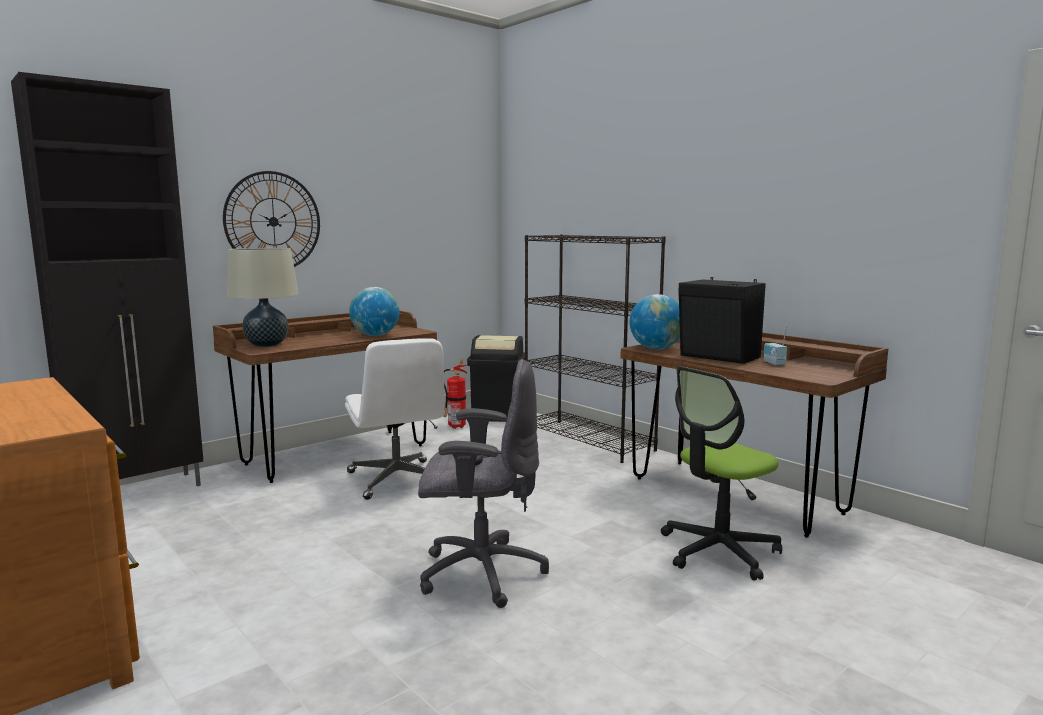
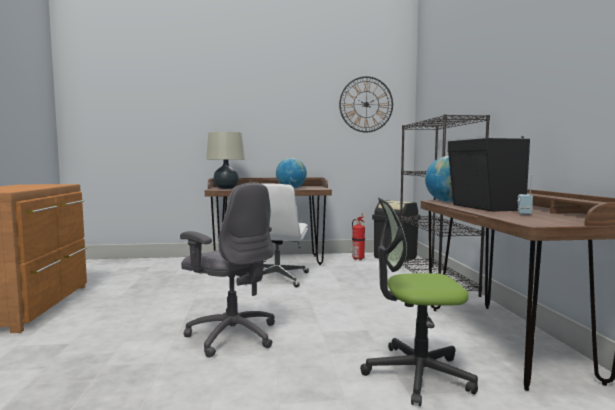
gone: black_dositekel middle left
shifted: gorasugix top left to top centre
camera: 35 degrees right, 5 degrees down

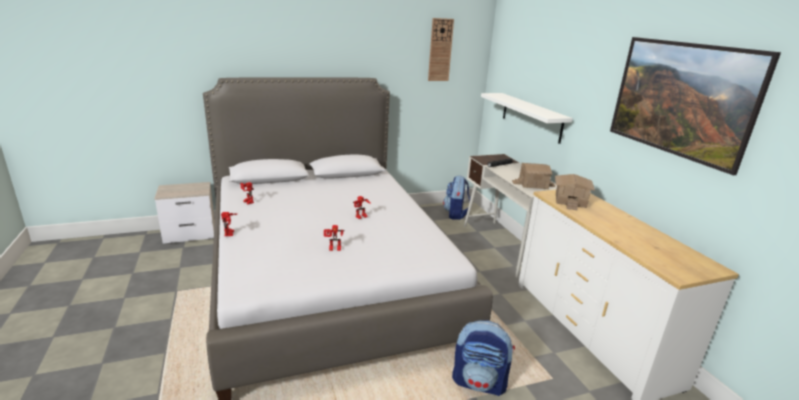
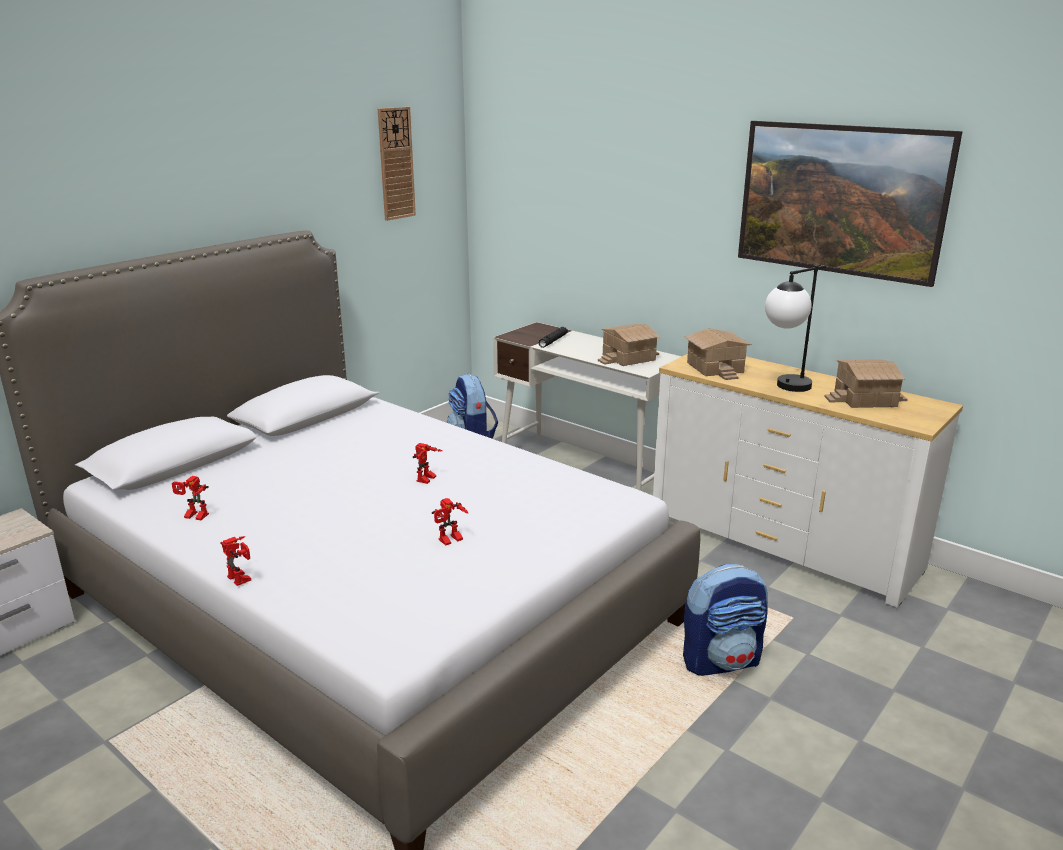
gone: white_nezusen top centre
new: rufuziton middle right; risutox (no. 3 from left) middle right
camera: 30 degrees left, 0 degrees up

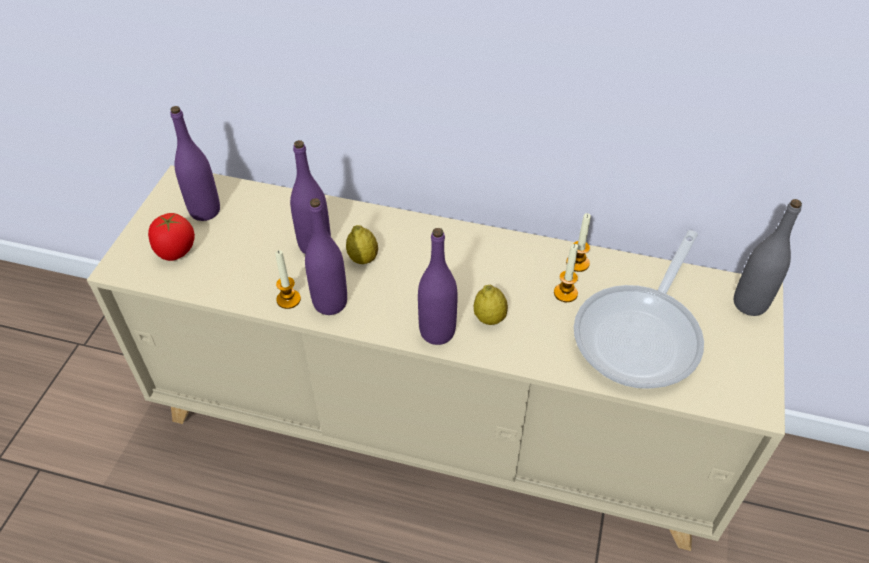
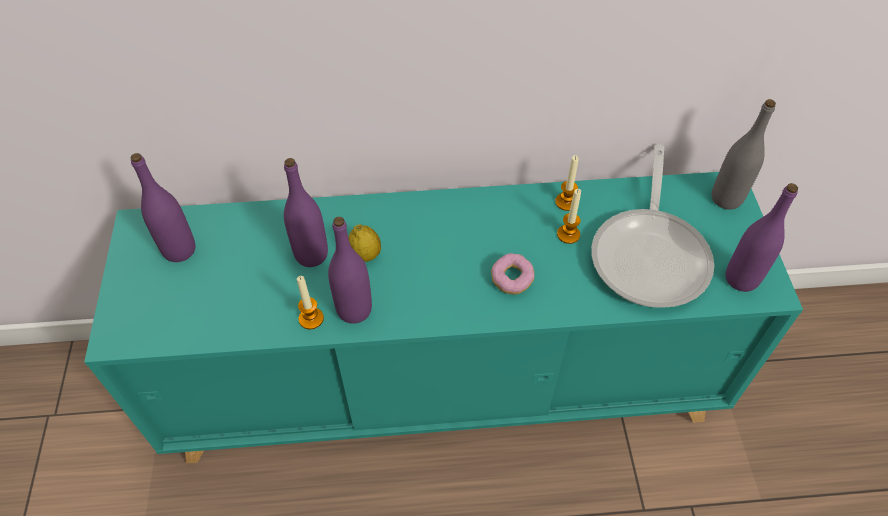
gone: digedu middle left
shifted: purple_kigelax (no. 4 from left) centre to middle right
swapped: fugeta (no. 2 from left) centre to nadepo centre
repainted: beige_dositekel centre to turquoise_dositekel centre
camera: 20 degrees left, 5 degrees up

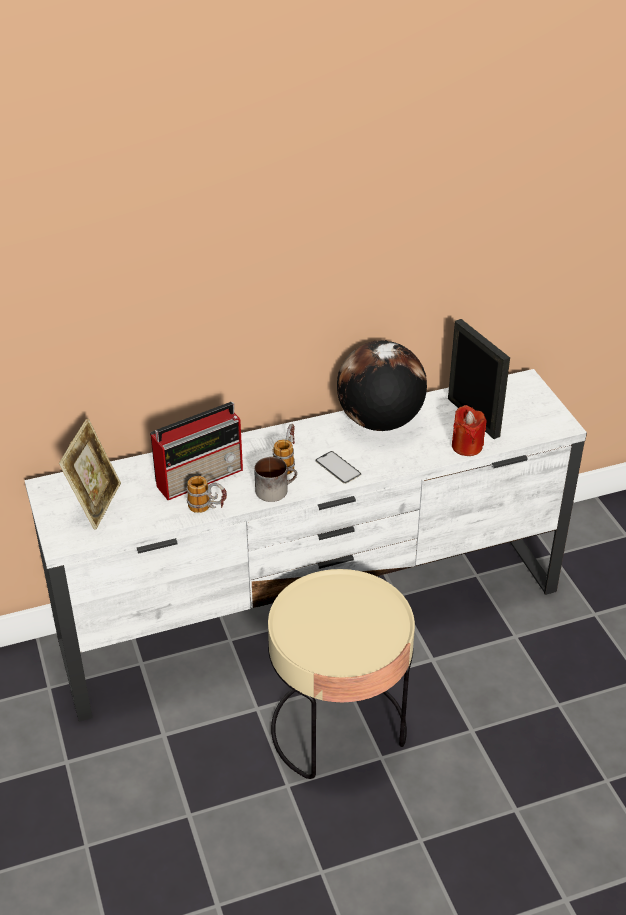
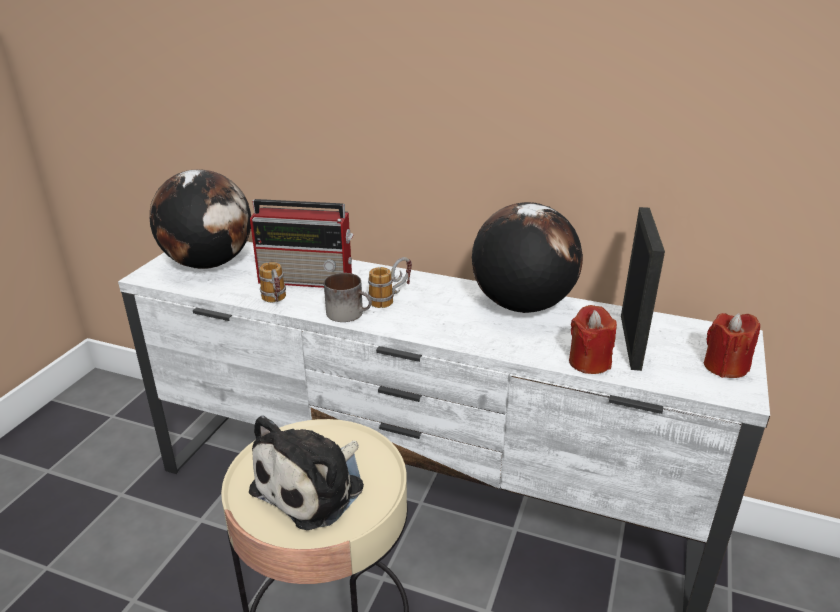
gone: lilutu centre
new: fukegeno bottom centre; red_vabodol (no. 2 from left) middle right
swapped: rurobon (no. 1 from left) middle left to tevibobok (no. 1 from left) middle left
camera: 40 degrees right, 10 degrees down

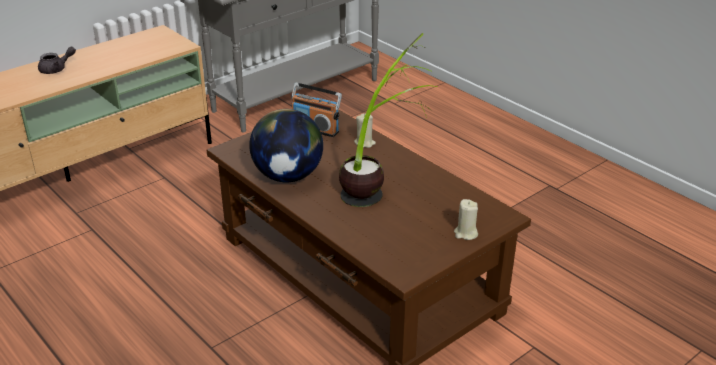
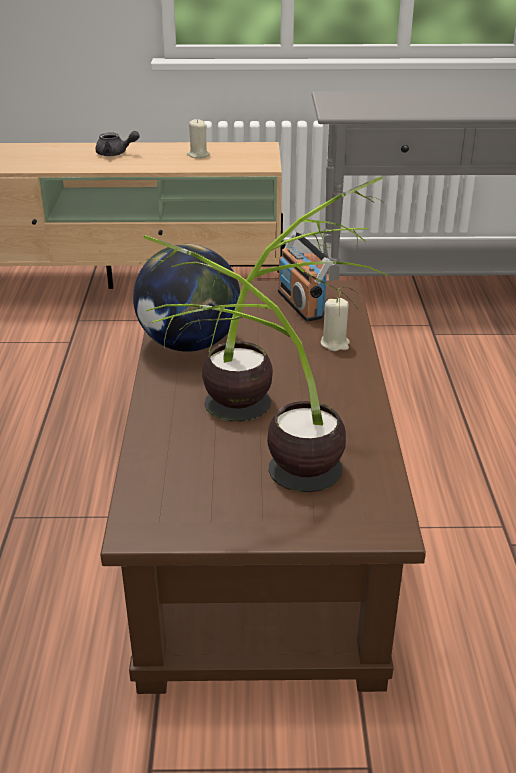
new: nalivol (no. 1 from left) centre
shifted: beige_vabodol (no. 2 from left in the first image) centre to beige_vabodol (no. 1 from left) top centre
camera: 40 degrees right, 0 degrees up

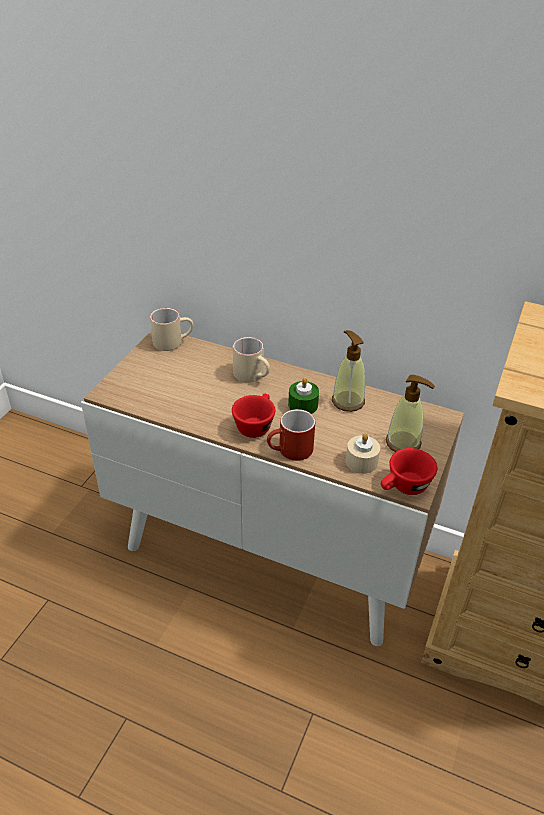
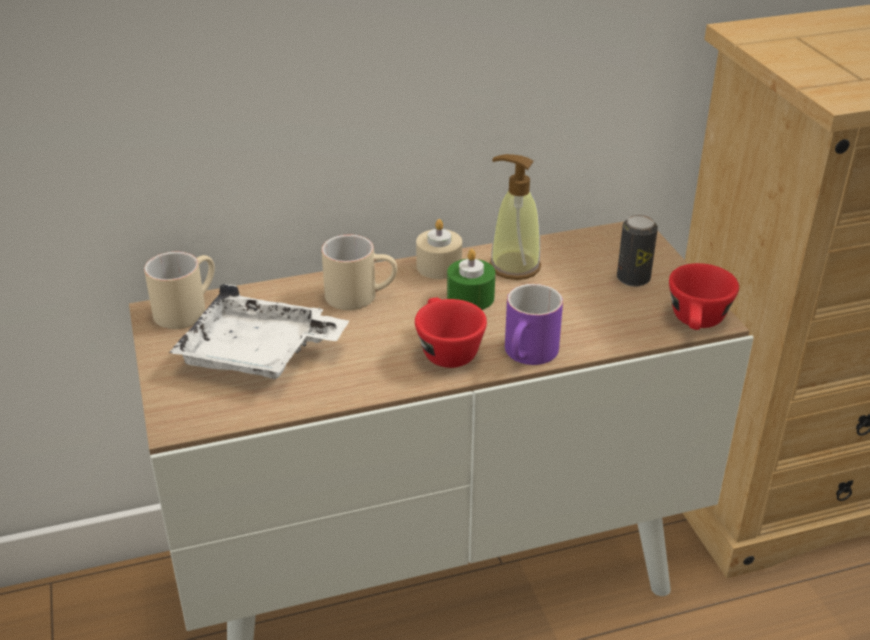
new: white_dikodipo middle left
shifted: beige_vabodol middle right to centre
swapped: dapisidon (no. 2 from left) middle right to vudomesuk middle right
repainted: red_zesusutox centre to purple_zesusutox centre
camera: 40 degrees left, 5 degrees down

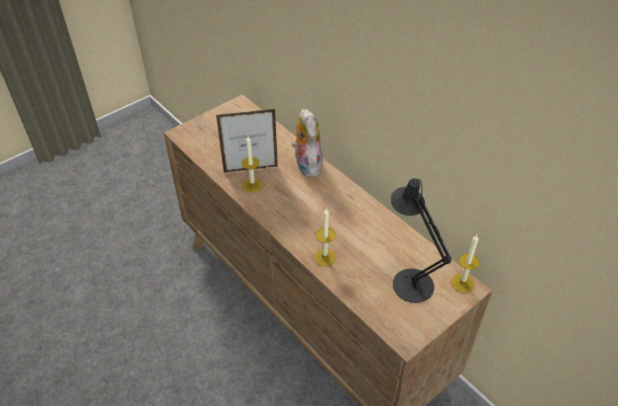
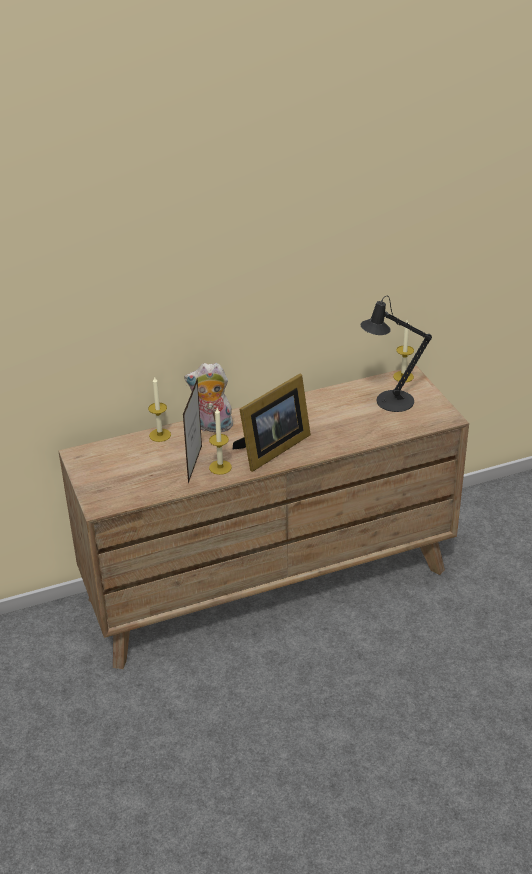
new: rurobon (no. 2 from left) centre
shifted: vabodol (no. 2 from left in the first image) centre to vabodol (no. 1 from left) middle left
camera: 70 degrees left, 10 degrees down

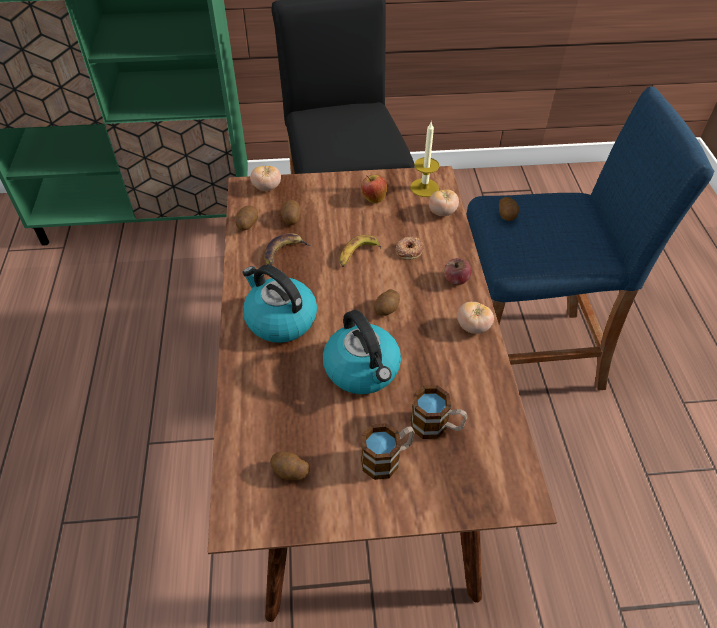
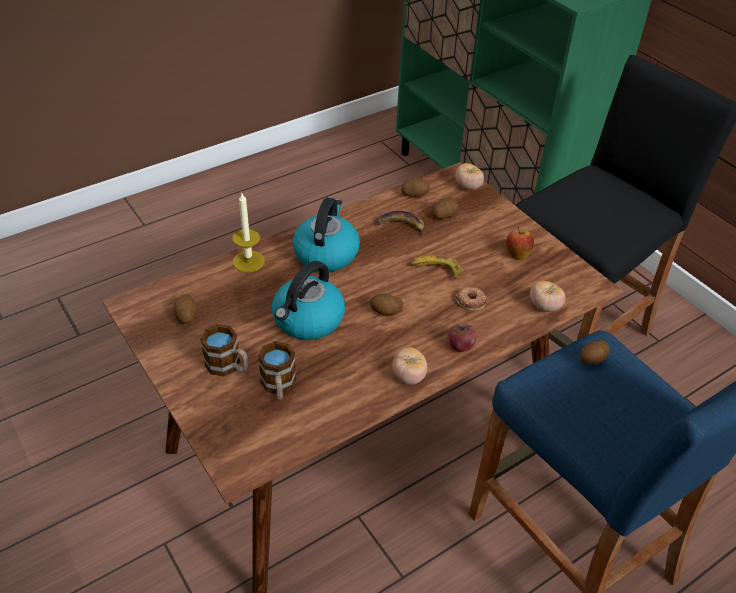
shifted: vabodol top centre to centre
camera: 60 degrees right, 5 degrees down

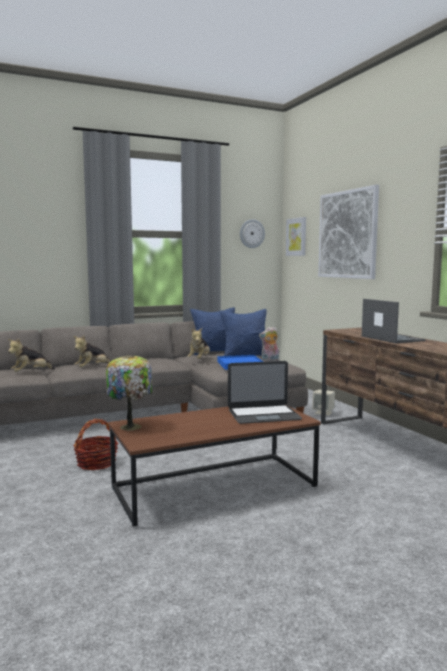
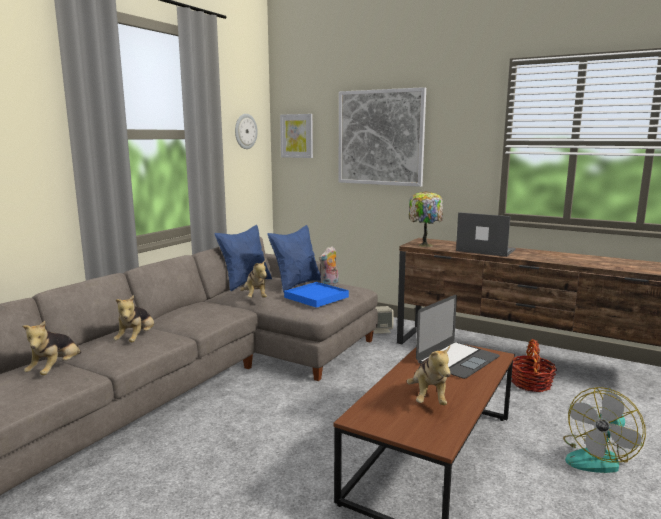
new: fukegeno (no. 5 from left) bottom centre; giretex bottom right
shifted: rufuziton middle left to centre; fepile middle left to bottom right
camera: 35 degrees left, 5 degrees up

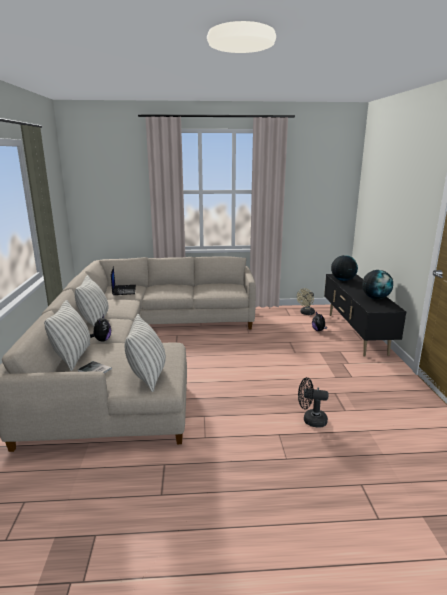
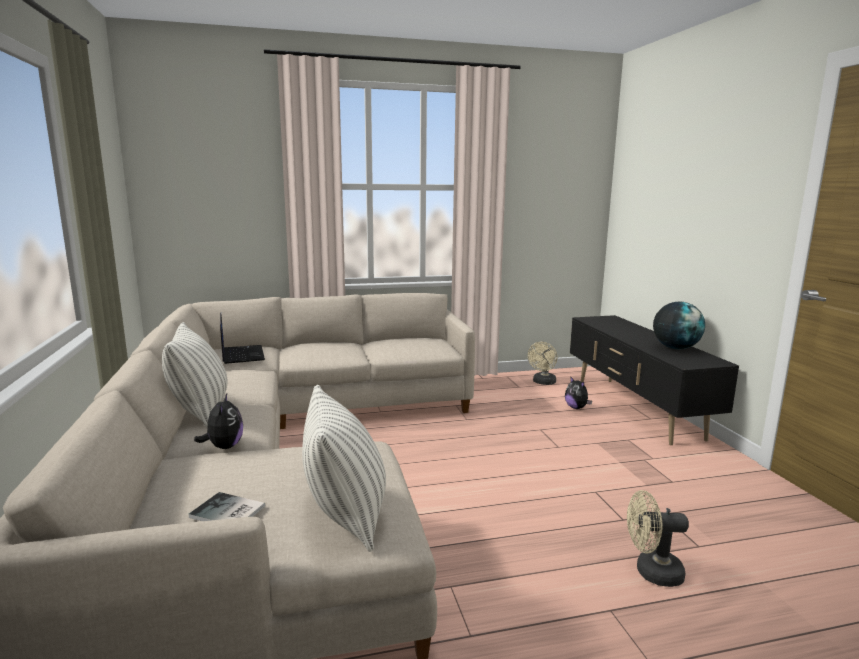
gone: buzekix (no. 1 from left) middle left; tevibobok (no. 1 from left) middle right
repainted: black_giretex bottom right to beige_giretex (no. 2 from left) bottom right
camera: 10 degrees left, 5 degrees down

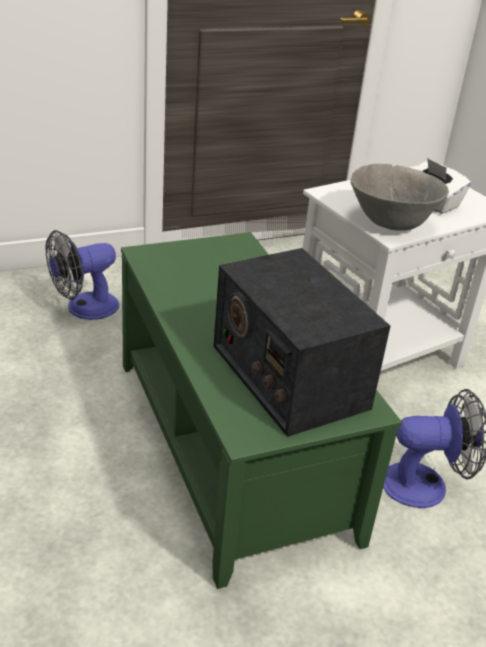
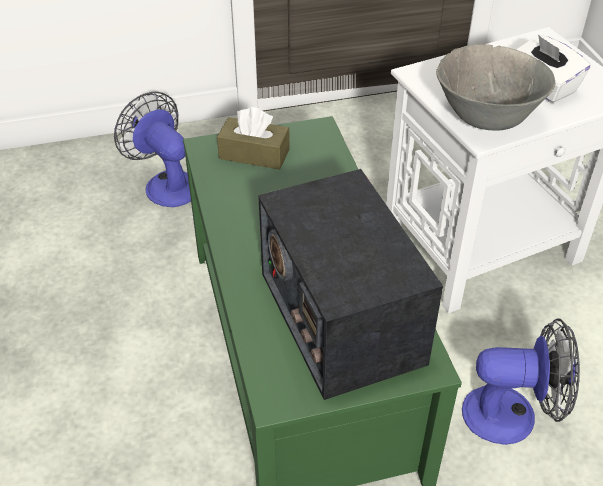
new: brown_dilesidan top centre
rotated: giretex (no. 1 from left) middle left = top left 75 degrees clockwise
camera: 10 degrees right, 10 degrees up

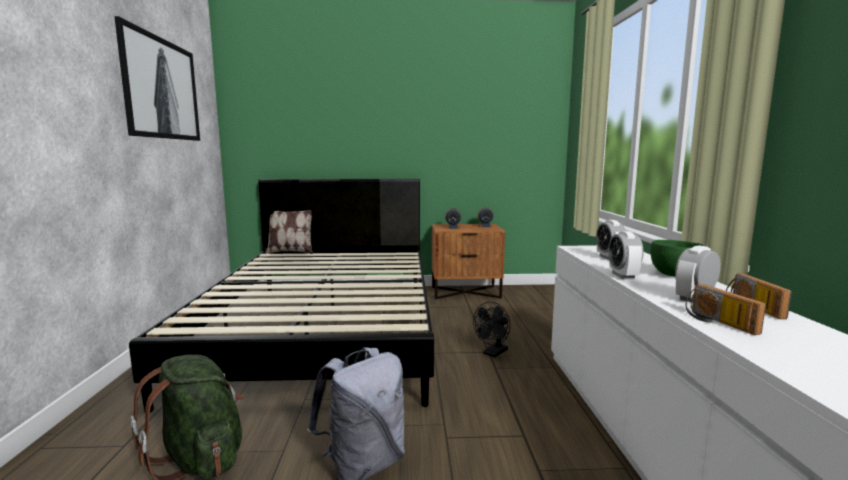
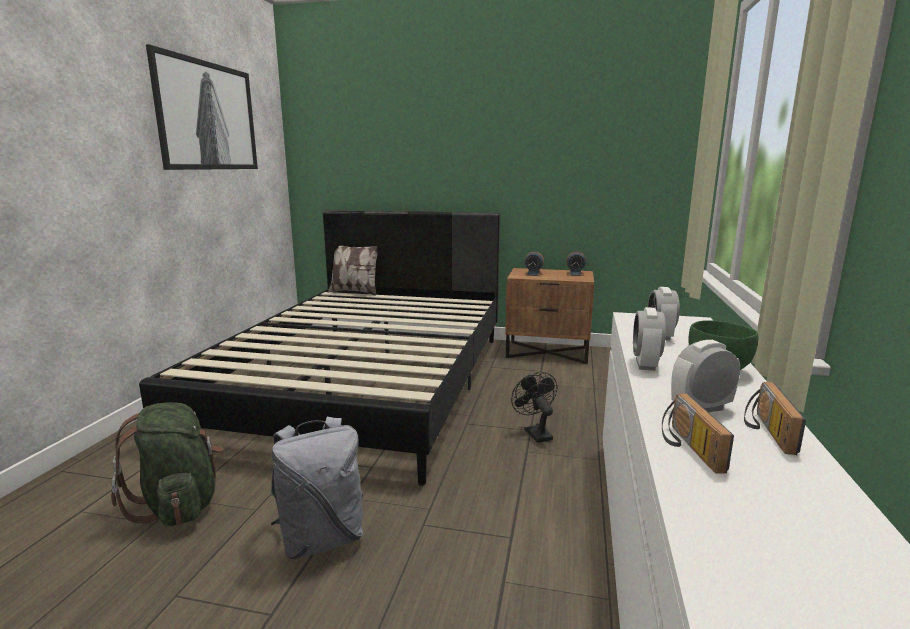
rotated: black_giretex bottom centre = centre 105 degrees clockwise
camera: 15 degrees right, 5 degrees up

